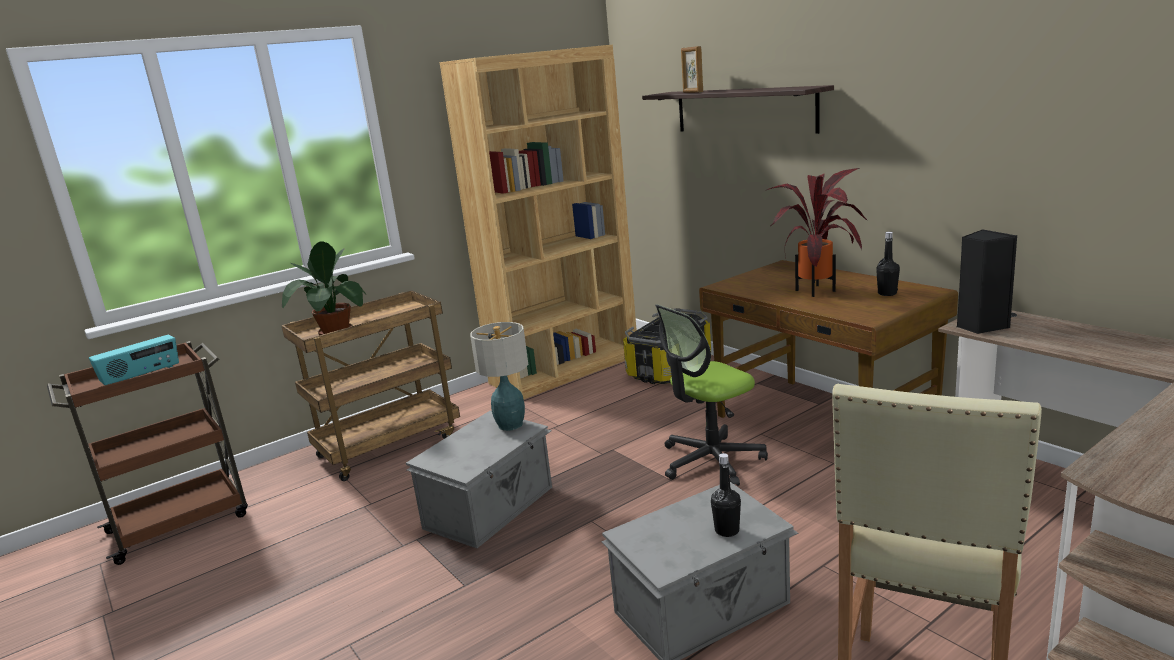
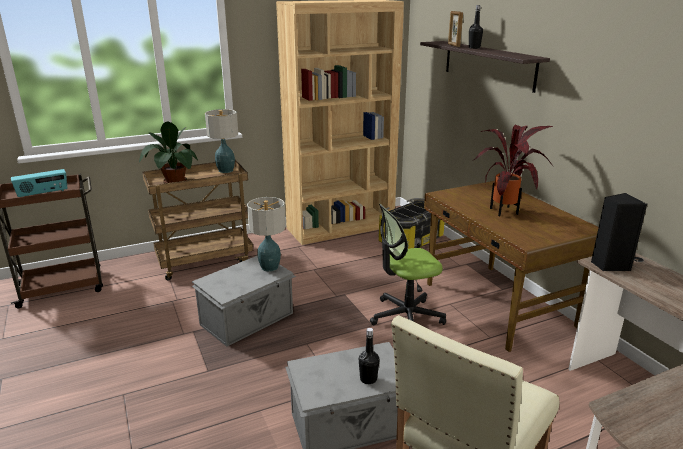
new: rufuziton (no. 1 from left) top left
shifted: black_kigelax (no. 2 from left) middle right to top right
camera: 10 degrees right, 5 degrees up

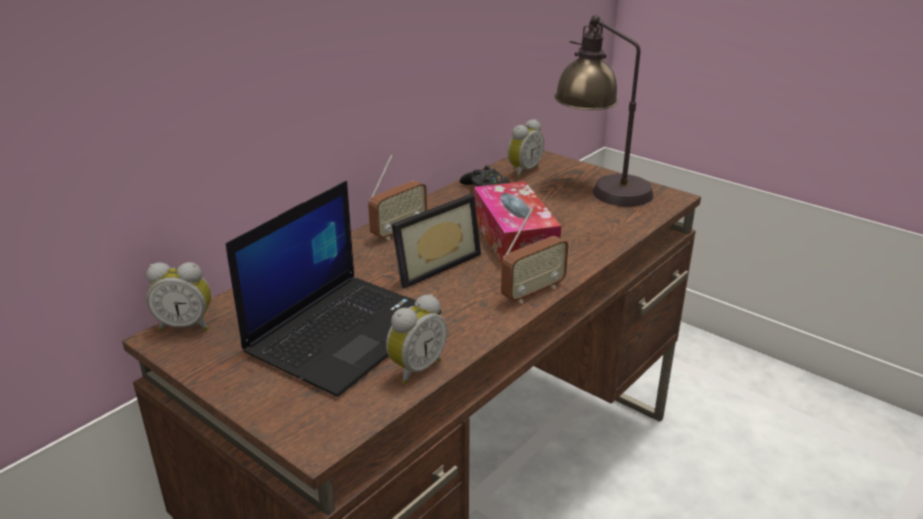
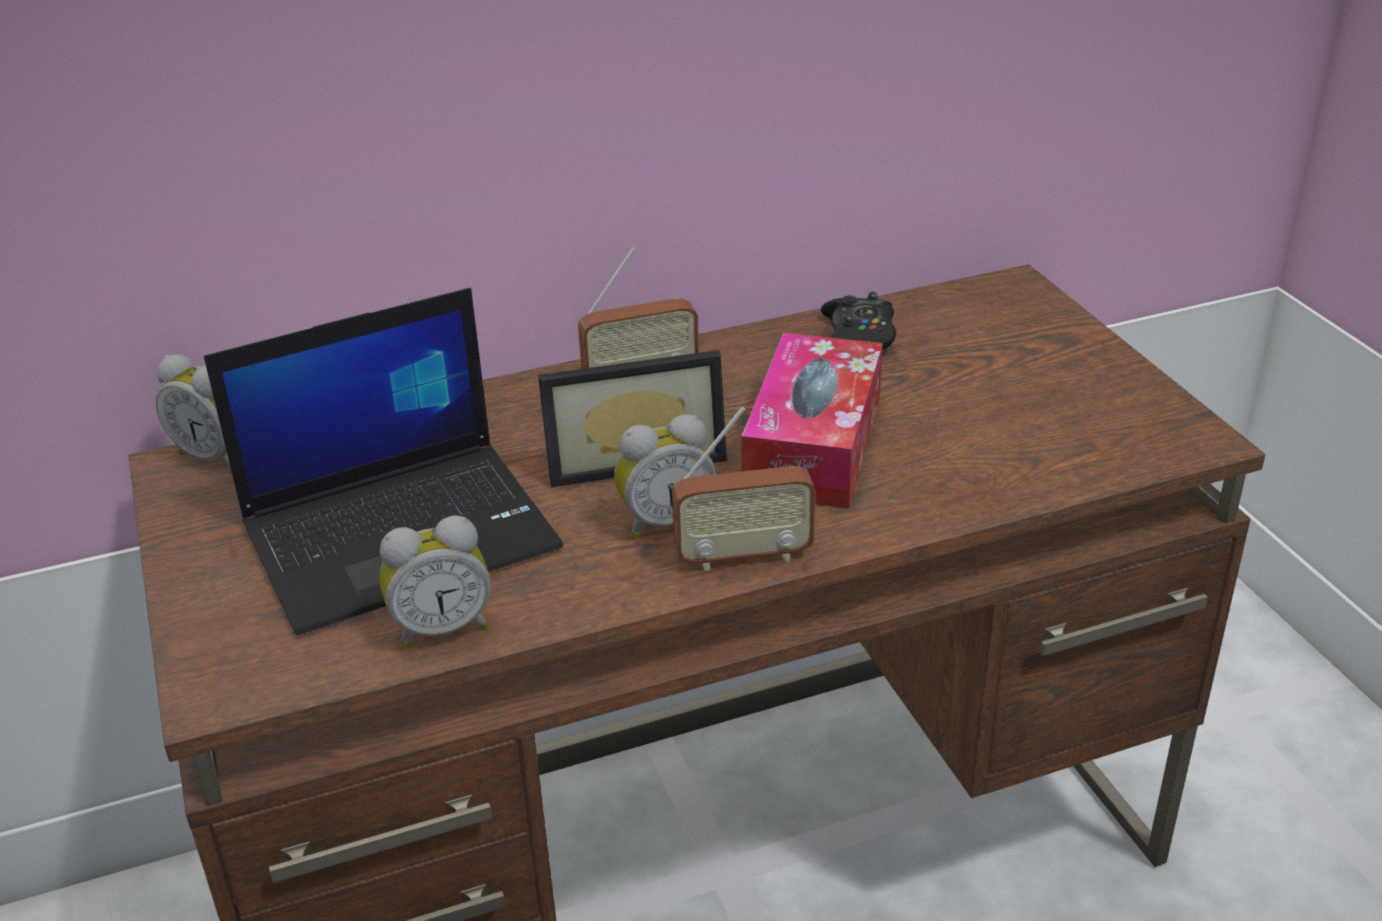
gone: rufuziton top centre
shifted: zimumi (no. 3 from left) top centre to centre
camera: 30 degrees right, 5 degrees up

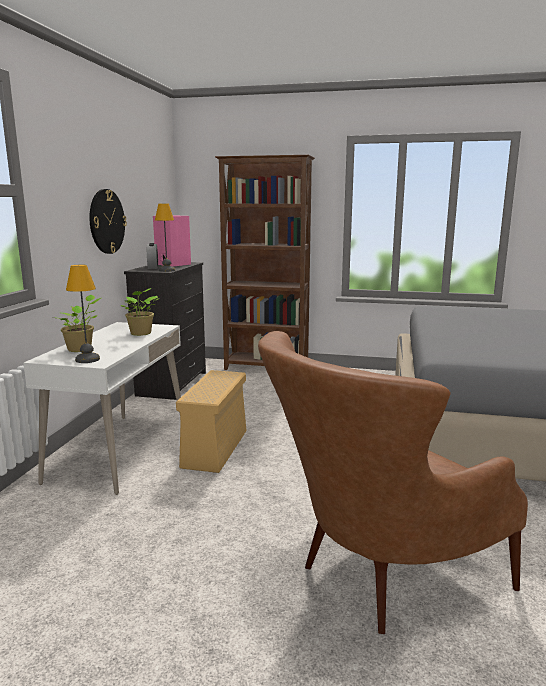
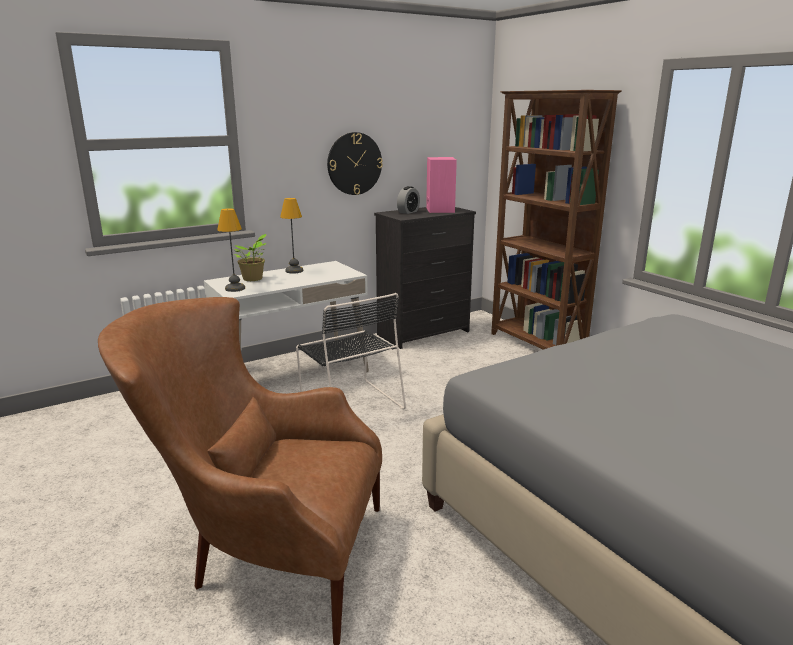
gone: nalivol (no. 2 from left) middle left
shifted: rufuziton (no. 2 from left) middle left to centre
swapped: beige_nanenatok centre to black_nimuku centre
camera: 45 degrees right, 5 degrees up

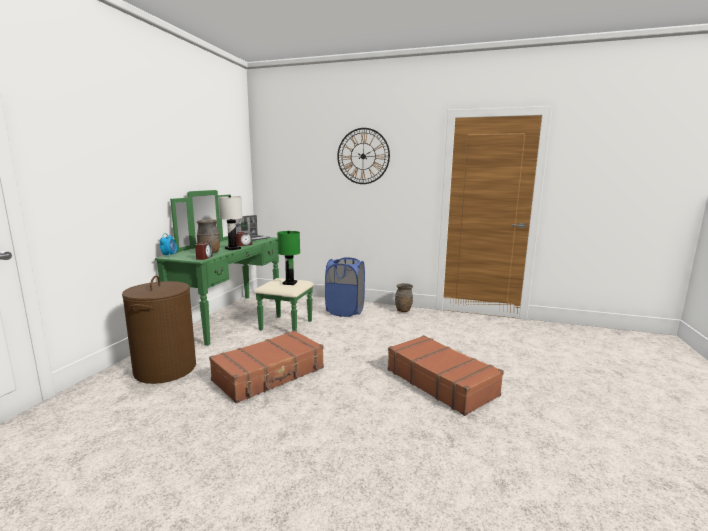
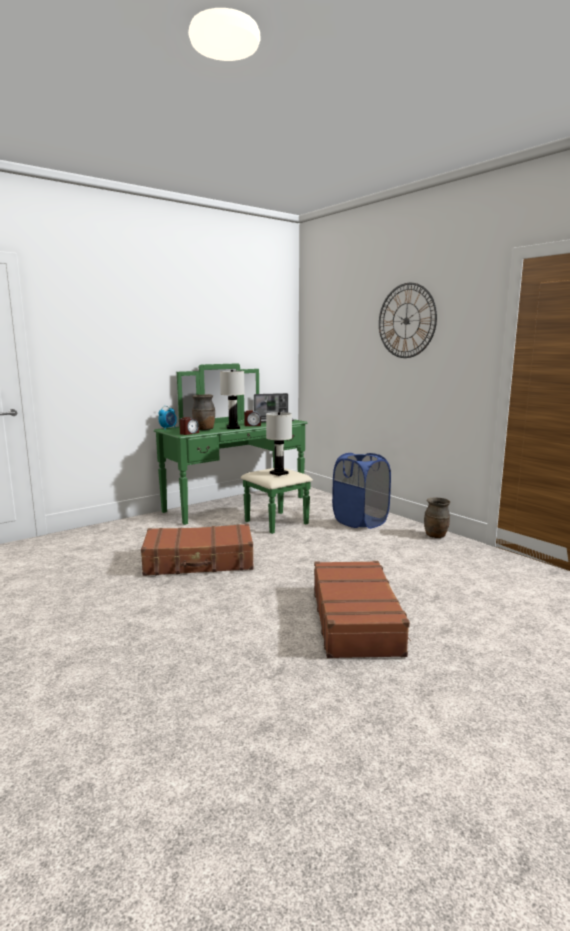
gone: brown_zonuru middle left
repainted: green_rufuziton centre to white_rufuziton (no. 2 from left) centre
camera: 35 degrees right, 0 degrees up

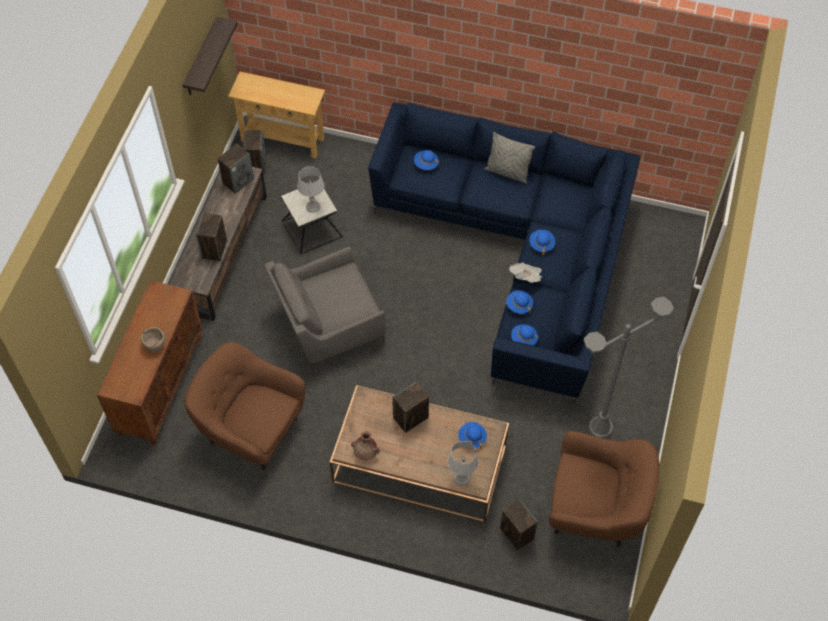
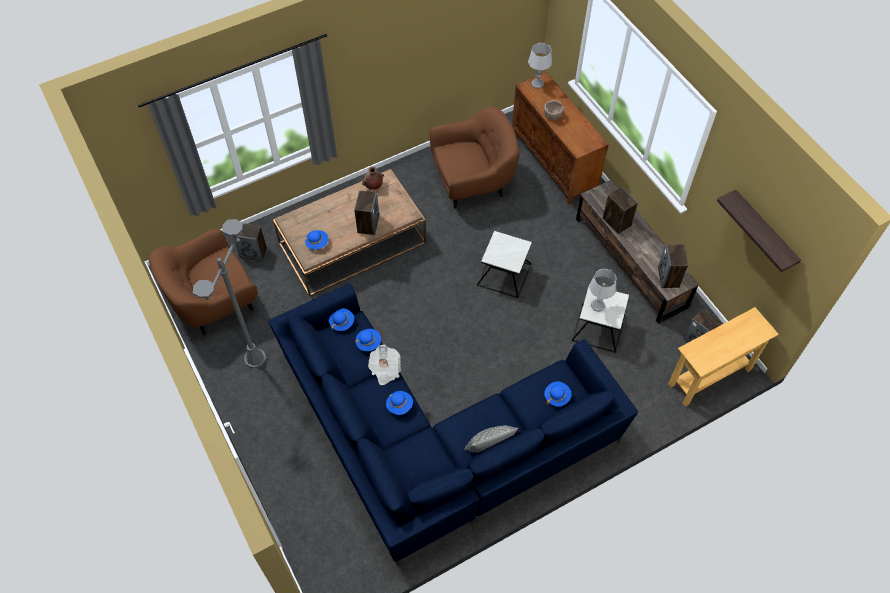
shifted: grey_rufuziton (no. 2 from left in the first image) bottom centre to grey_rufuziton (no. 1 from left) top centre
swapped: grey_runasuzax centre to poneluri (no. 1 from left) centre
camera: 135 degrees right, 0 degrees up

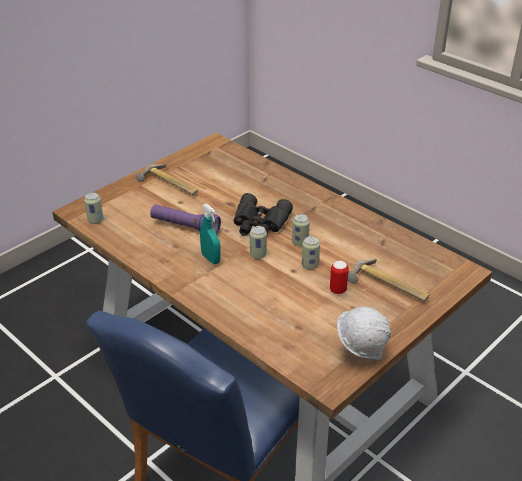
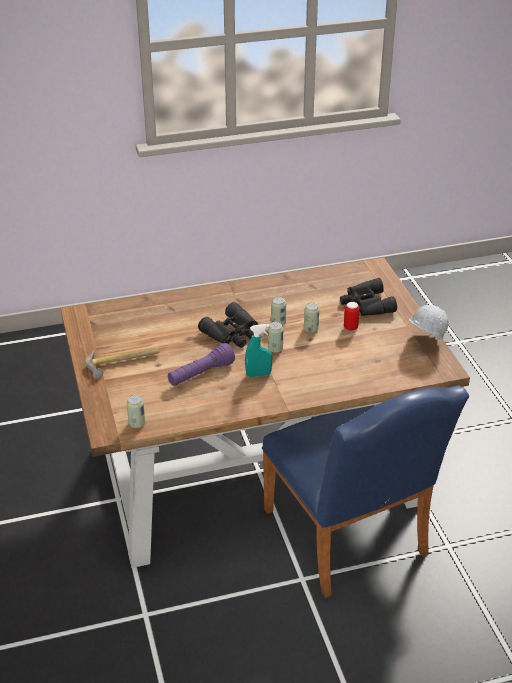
swapped: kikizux (no. 2 from left) middle right to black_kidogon (no. 2 from left) middle right
camera: 60 degrees left, 0 degrees up

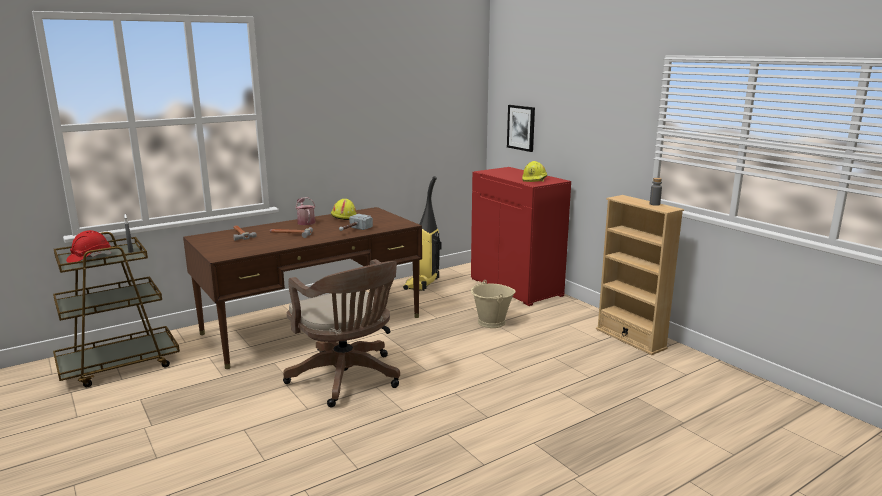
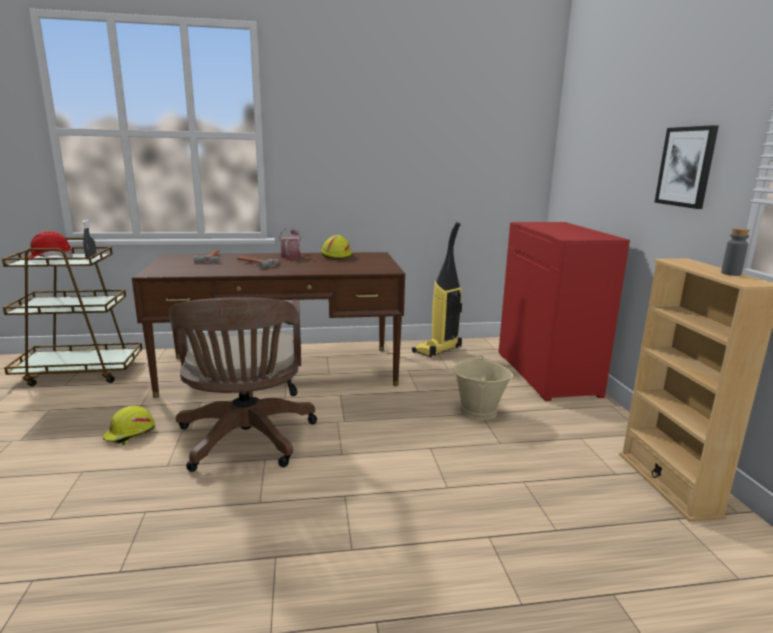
gone: kikizux (no. 3 from left) centre
shifted: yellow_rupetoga (no. 2 from left in the first image) centre to yellow_rupetoga (no. 1 from left) bottom left; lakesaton top centre to top right
camera: 25 degrees right, 0 degrees up

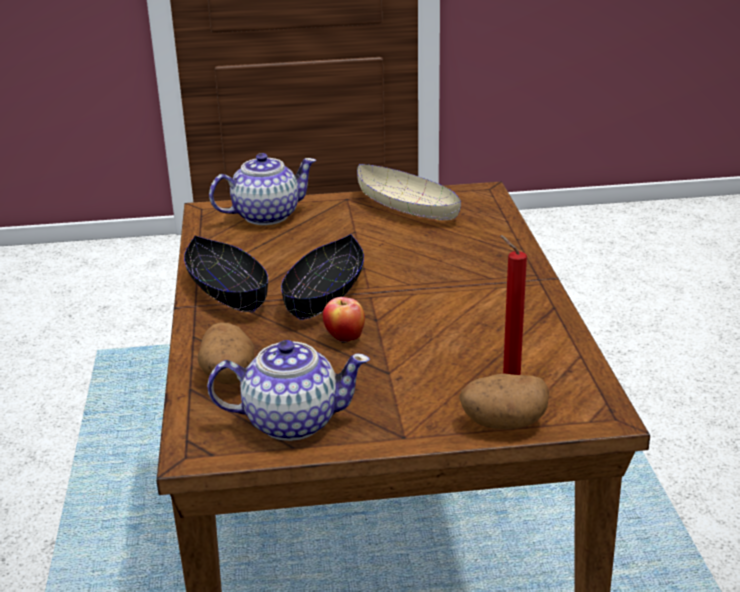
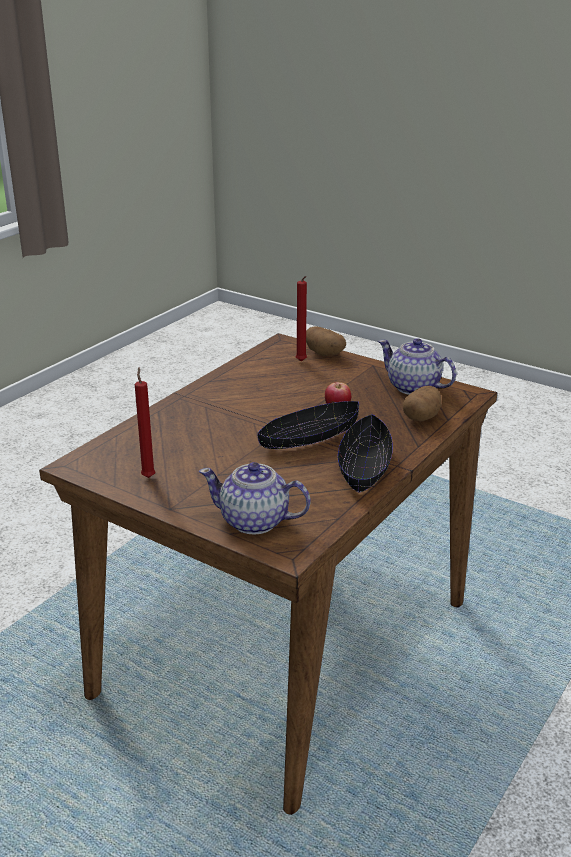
swapped: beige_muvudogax top centre to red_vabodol (no. 1 from left) middle left
camera: 140 degrees left, 0 degrees up

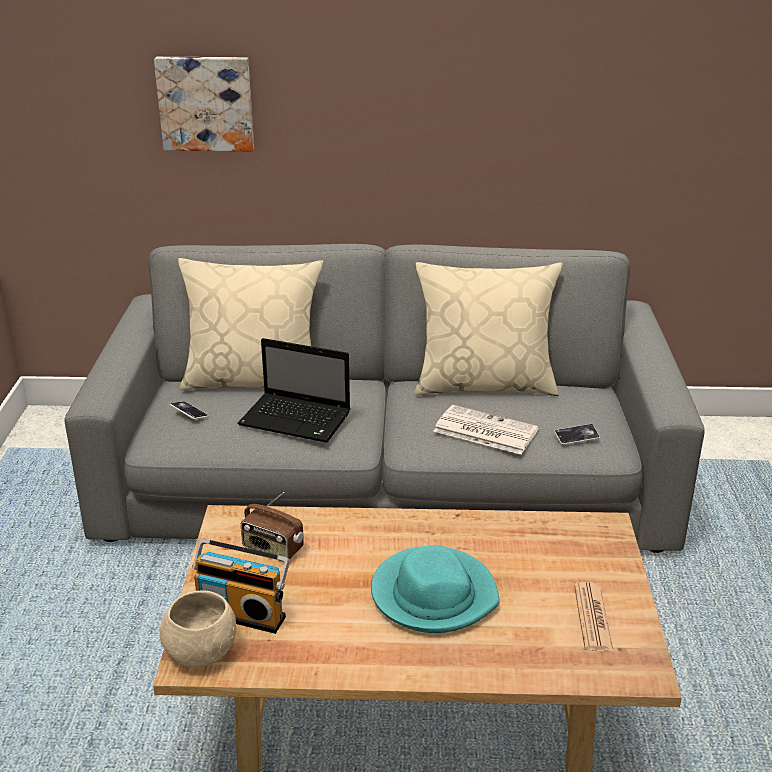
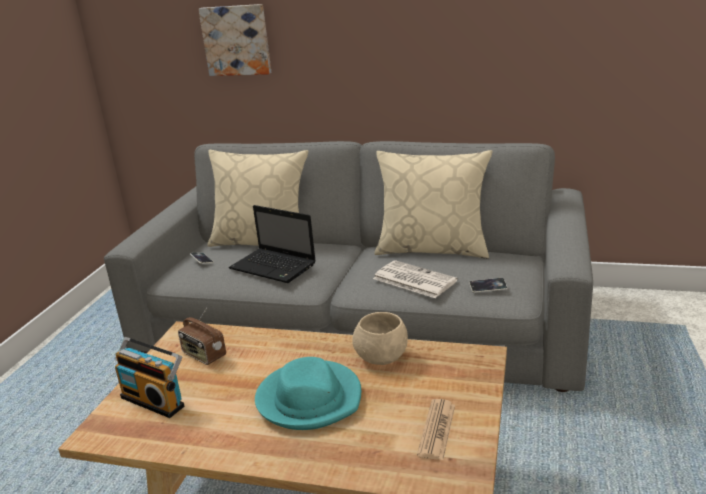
shifted: beige_muvudogax bottom left to bottom centre
camera: 15 degrees right, 5 degrees down

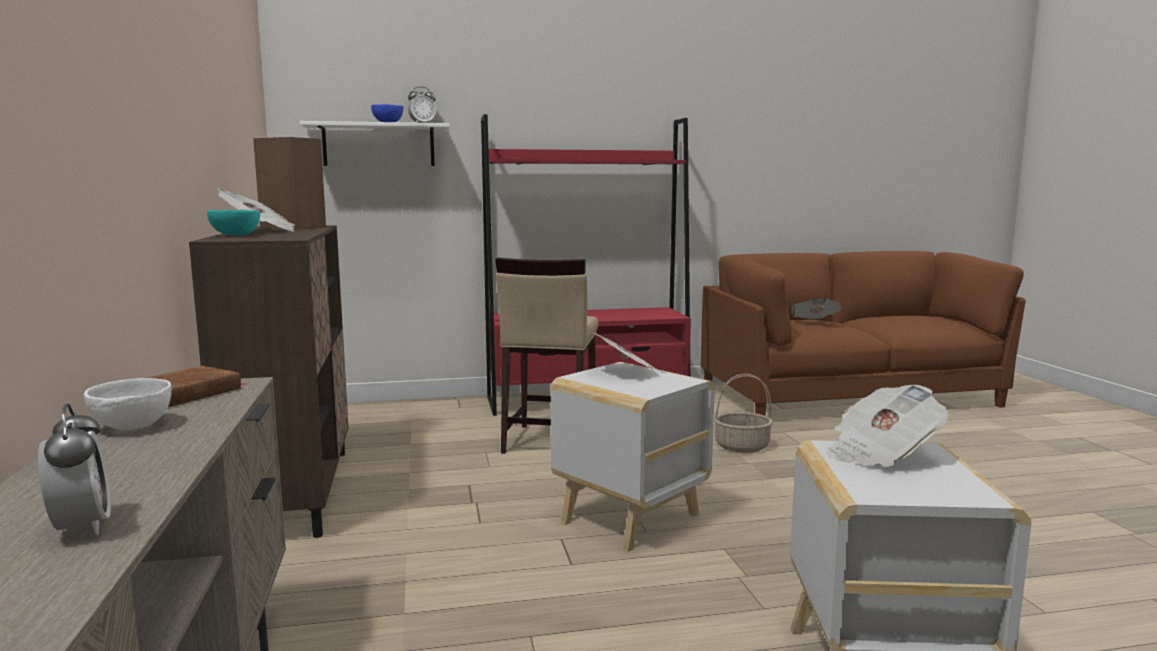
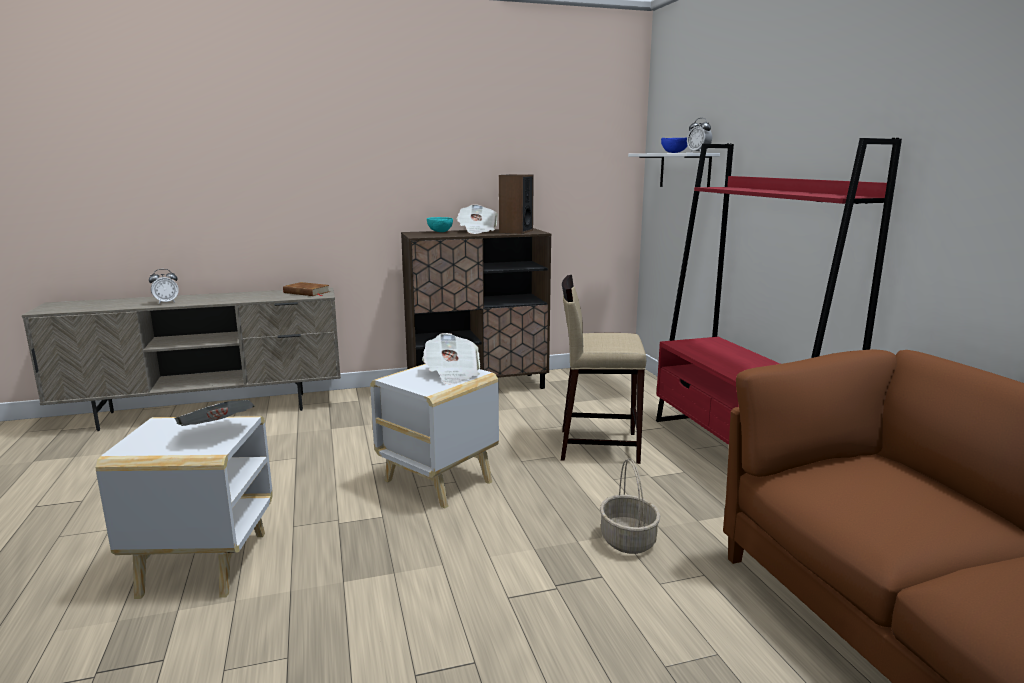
gone: white_muvudogax middle left; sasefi (no. 3 from left) middle right
camera: 85 degrees right, 5 degrees up

